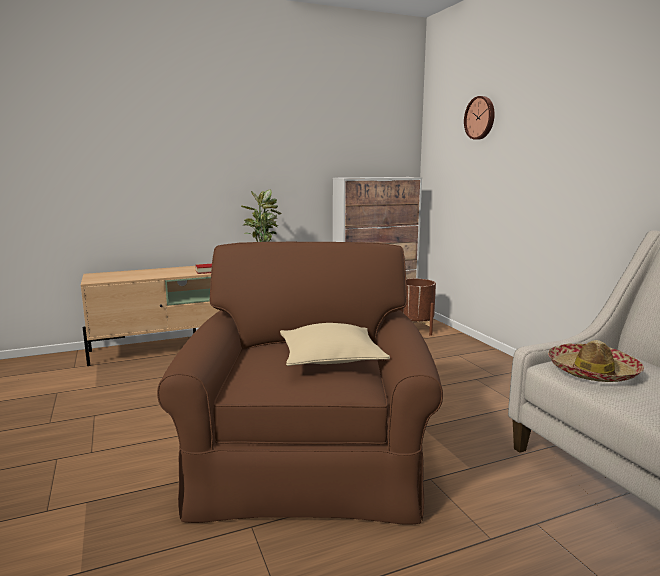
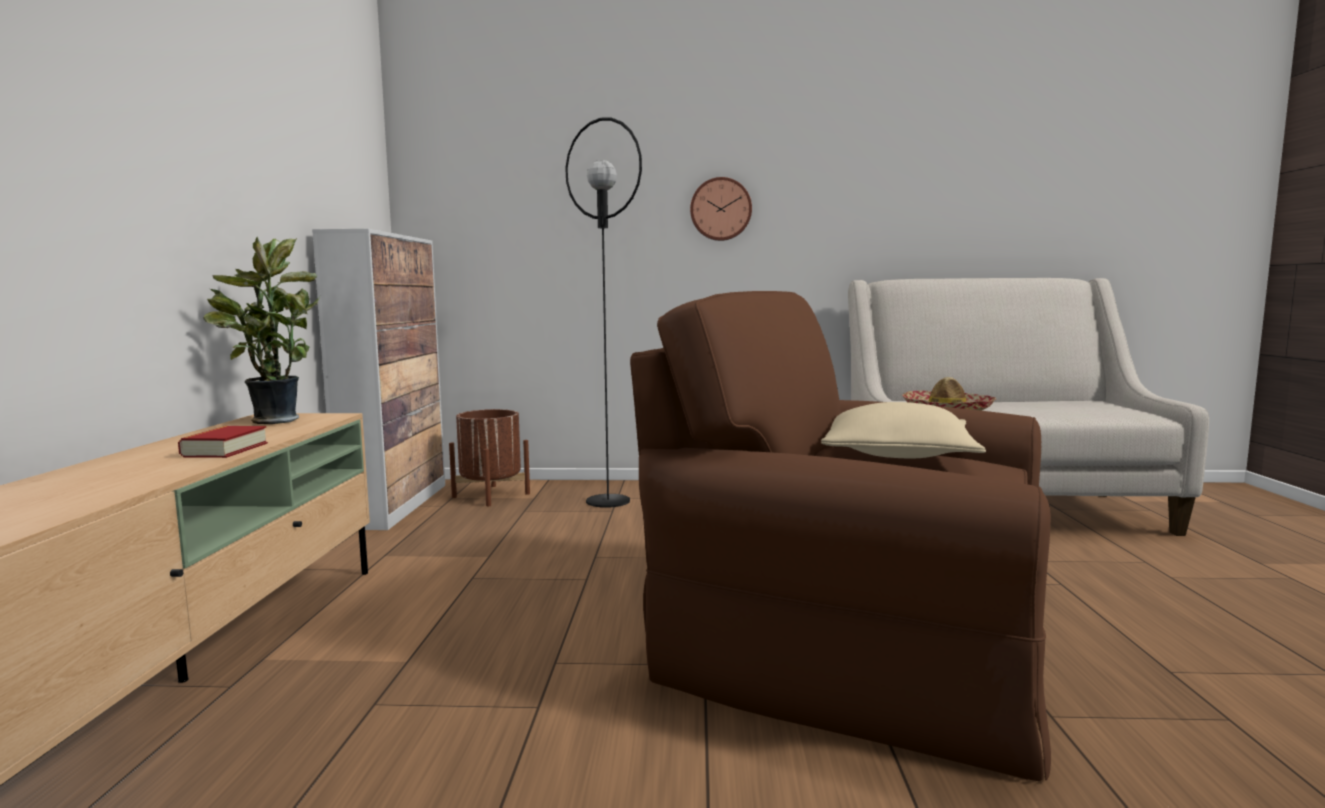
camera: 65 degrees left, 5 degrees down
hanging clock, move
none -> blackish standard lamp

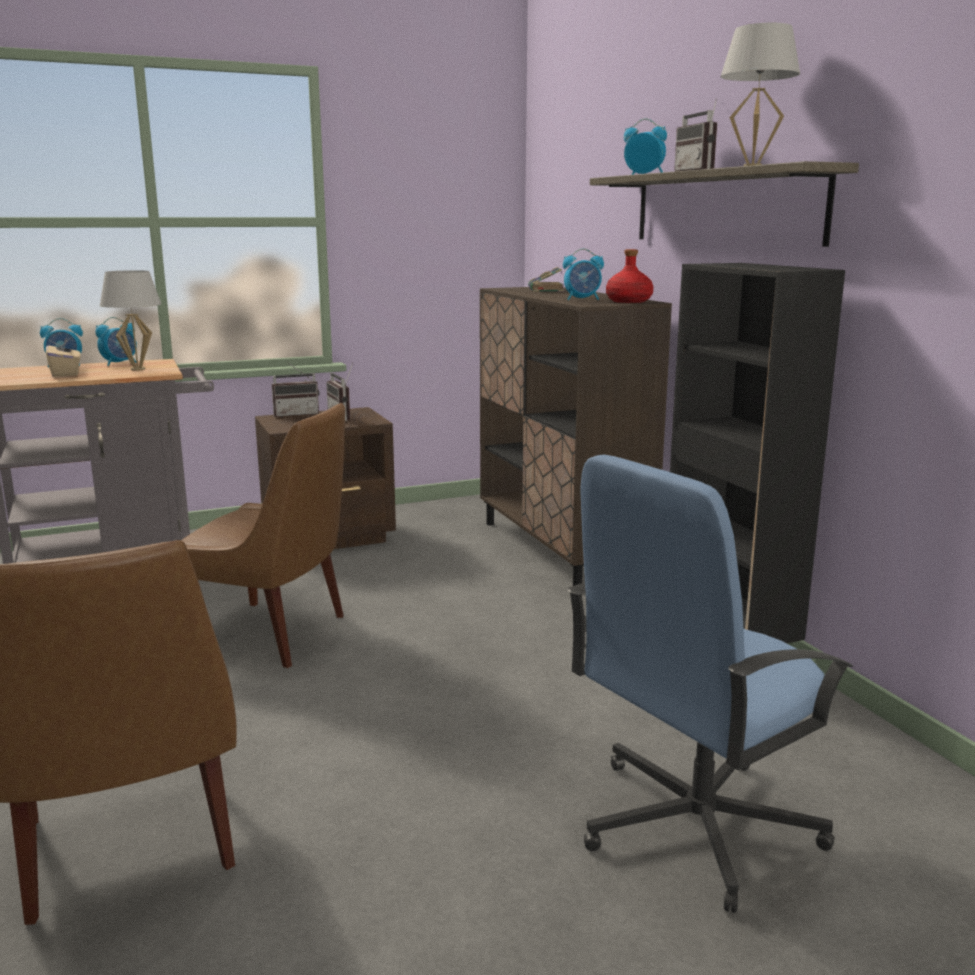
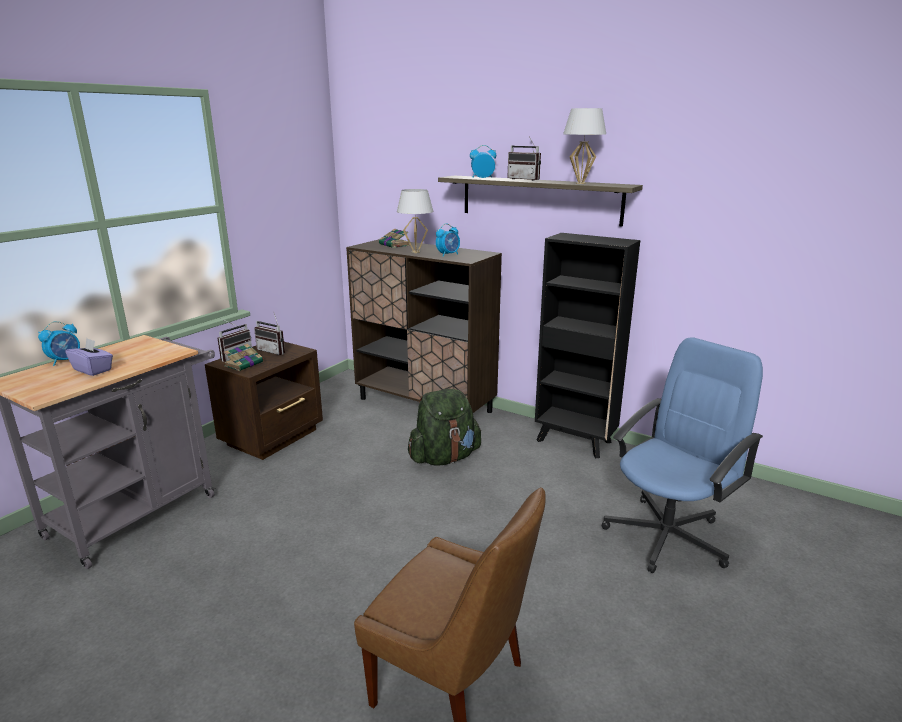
camera: 35 degrees left, 5 degrees up
red-coloured beverage bottle -> none
white-coloured table lamp (1st from left), move
table clock (2nd from left) -> none
beige tissue holder -> purple tissue holder
brownish upright chair (2nd from left) -> none
blue office chair, 150 degrees counterclockwise
none -> book (1st from left)
none -> green backpack

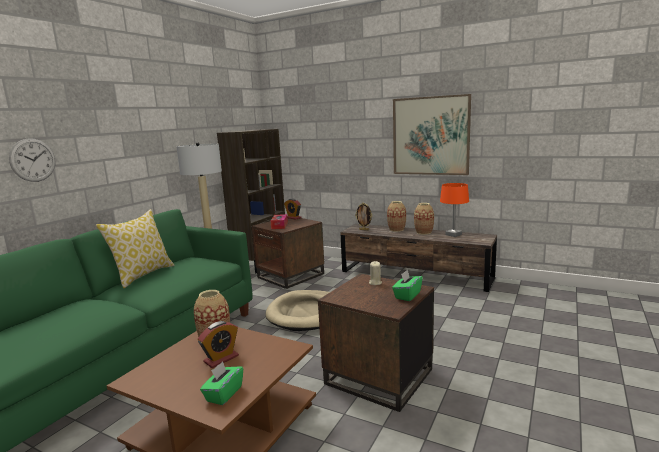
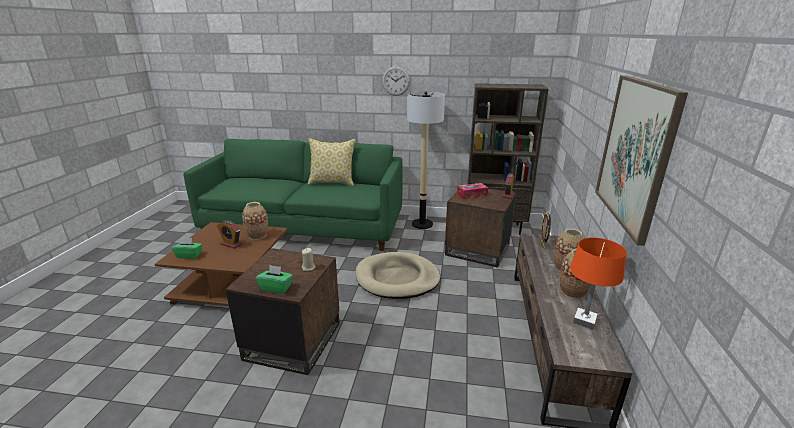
camera: 70 degrees right, 10 degrees up
hanging clock, move

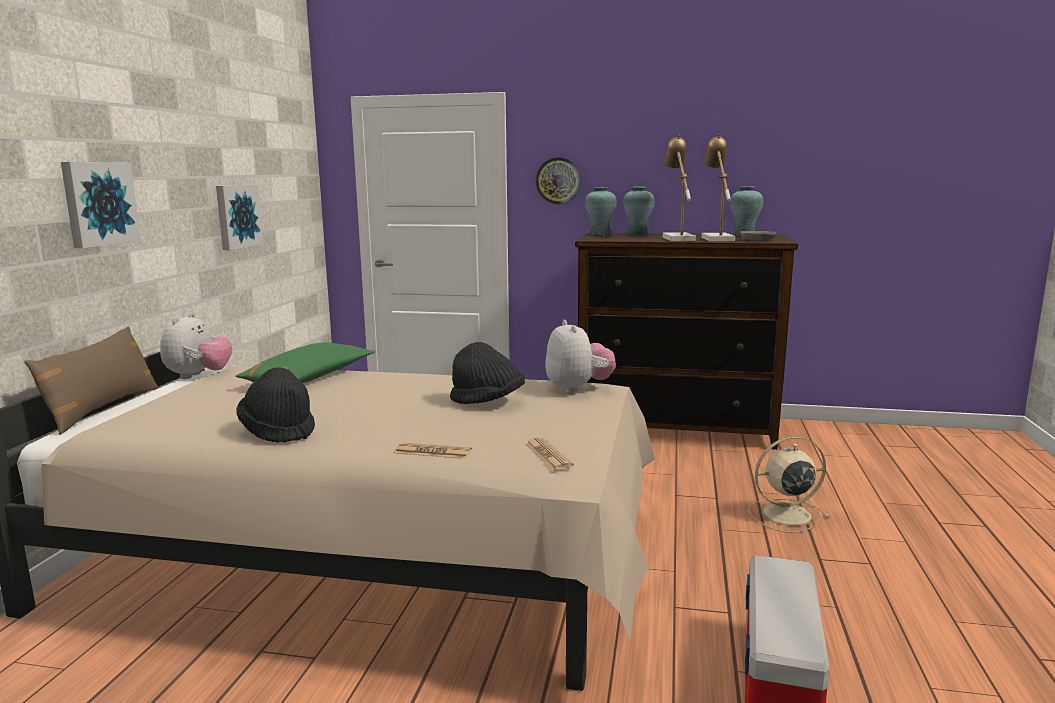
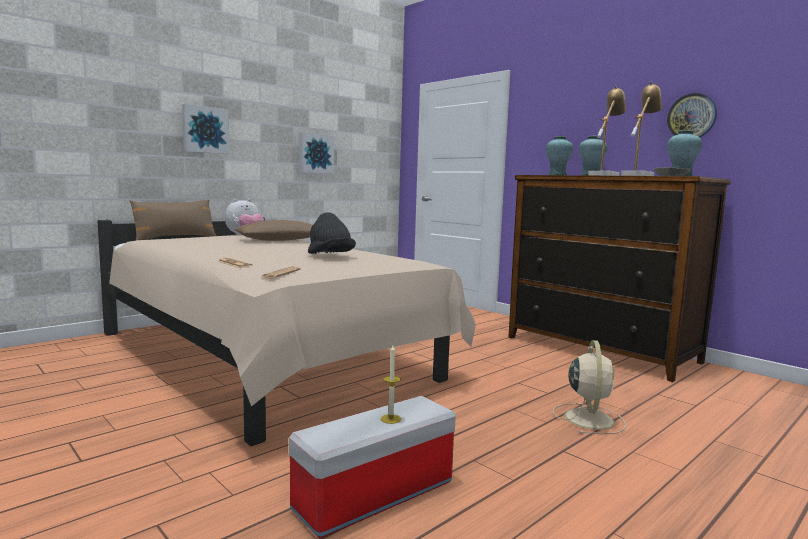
camera: 35 degrees right, 5 degrees down
hanging clock, move
plush toy (2nd from left) -> none
green throw pillow -> brownish throw pillow (2nd from left)
blackish hat (1st from left) -> none
beige electric fan, 75 degrees clockwise
none -> wax light

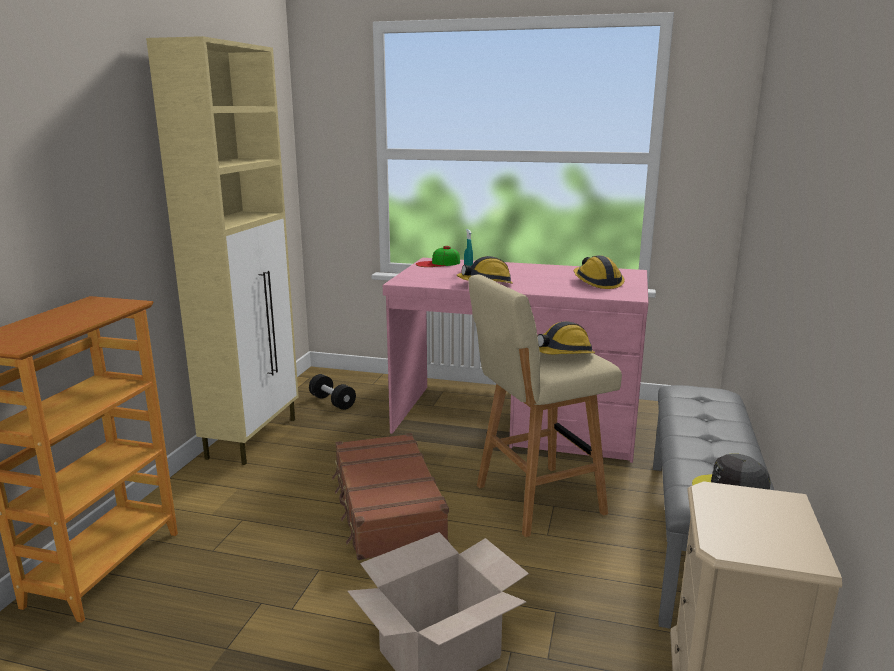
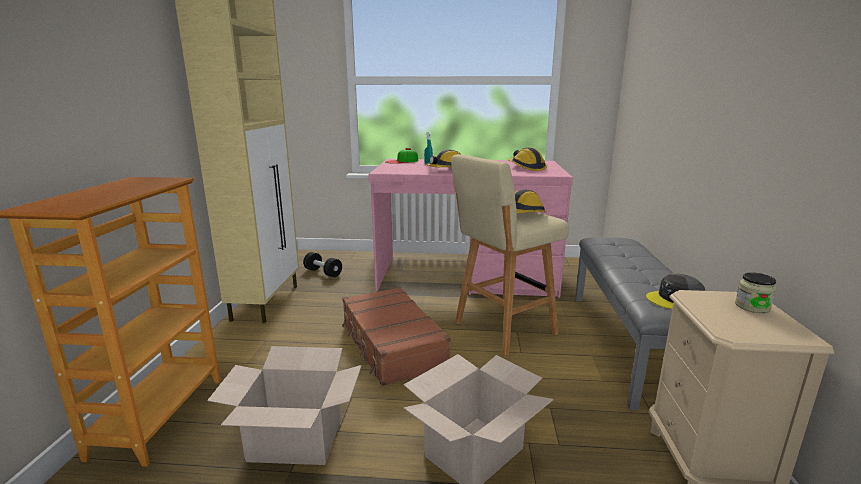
camera: 10 degrees left, 0 degrees up
none -> jar
none -> packing box (1st from left)

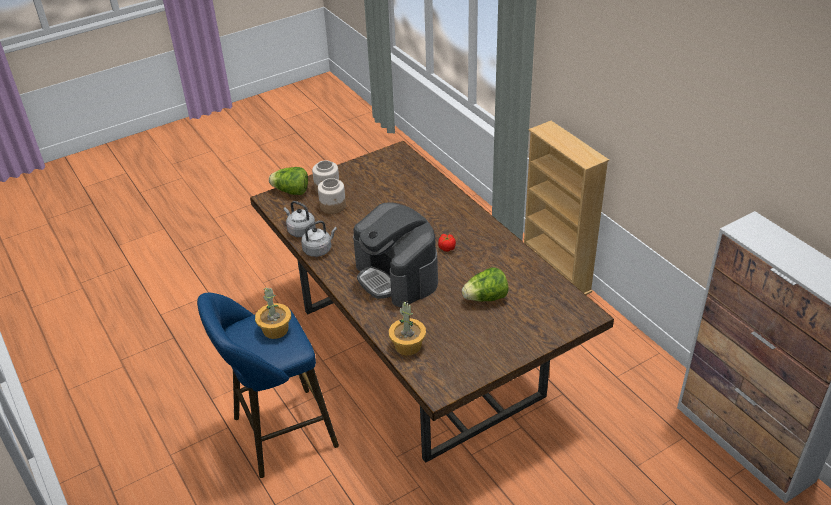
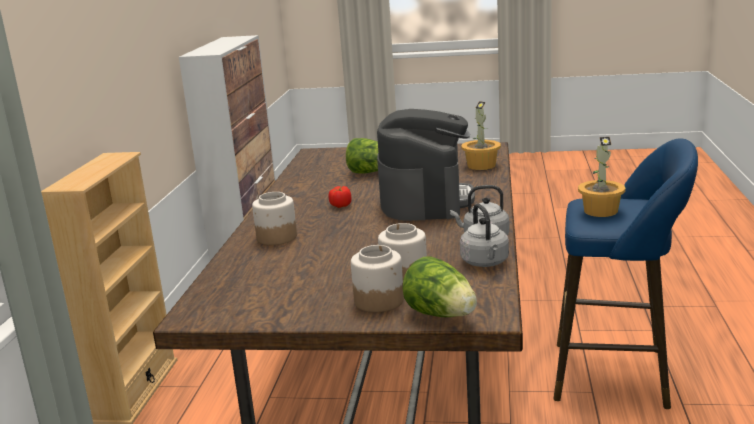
camera: 140 degrees left, 20 degrees down
none -> jar (1st from left)

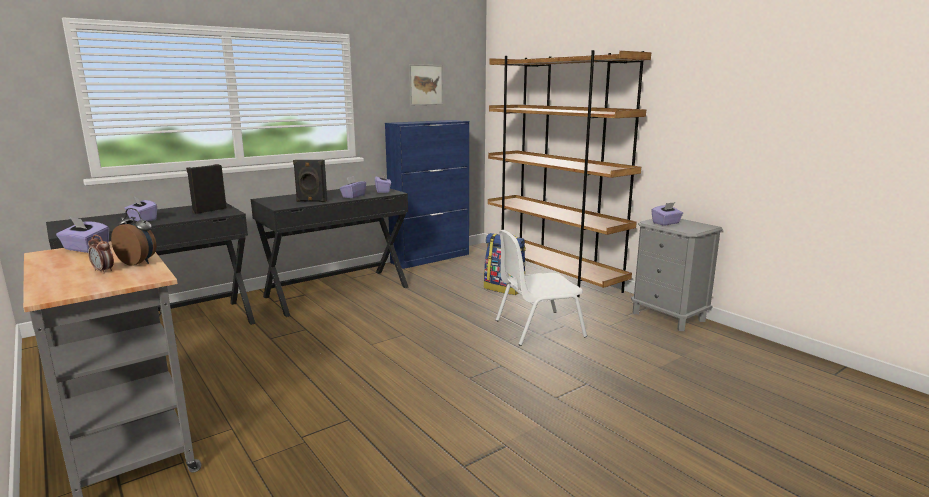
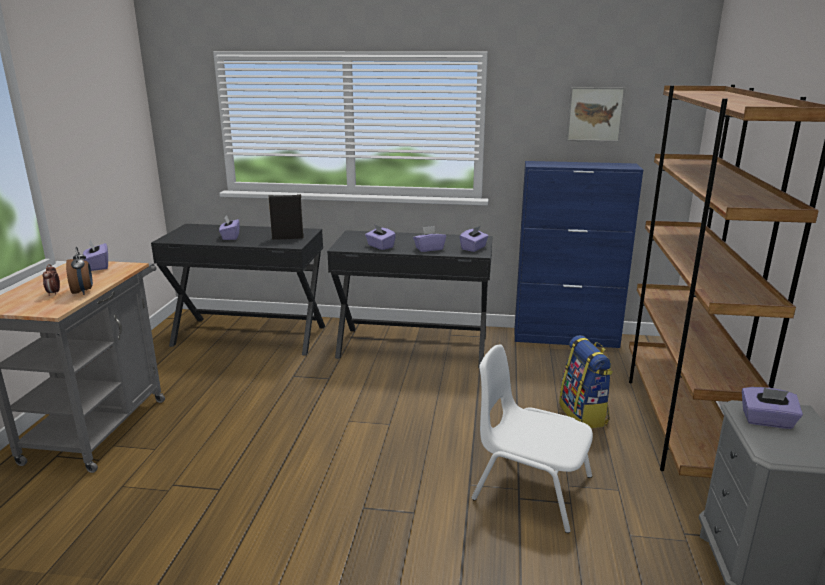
camera: 45 degrees right, 5 degrees up
blackish loudspeaker (2nd from left) -> purple tissue holder (3rd from left)

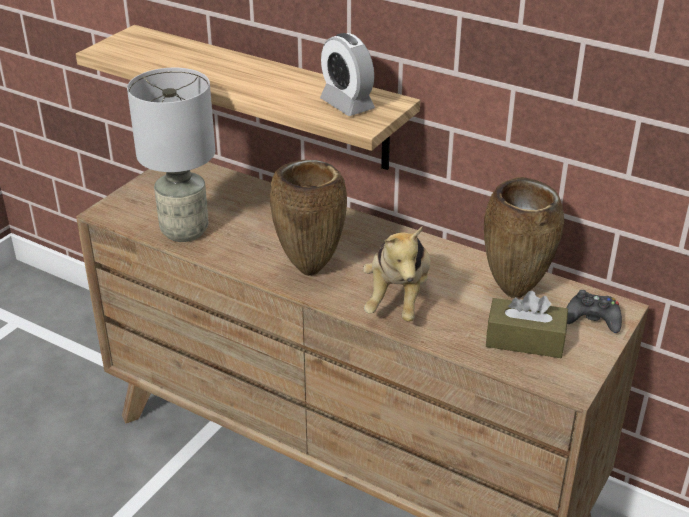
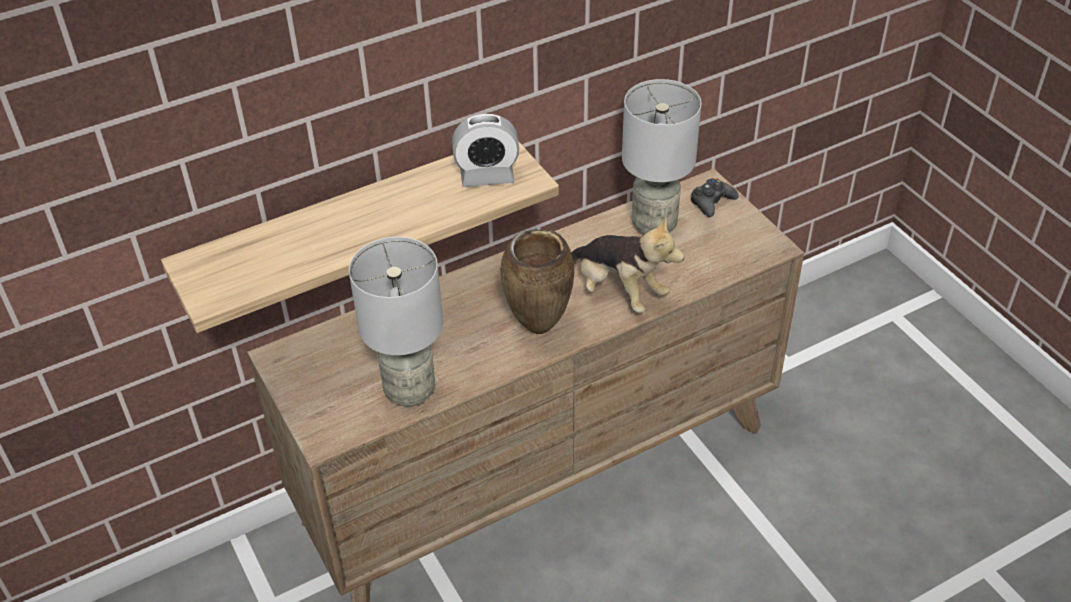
camera: 60 degrees left, 10 degrees up
brownish vase (2nd from left) -> grey table lamp (2nd from left)
brownish tissue holder -> none

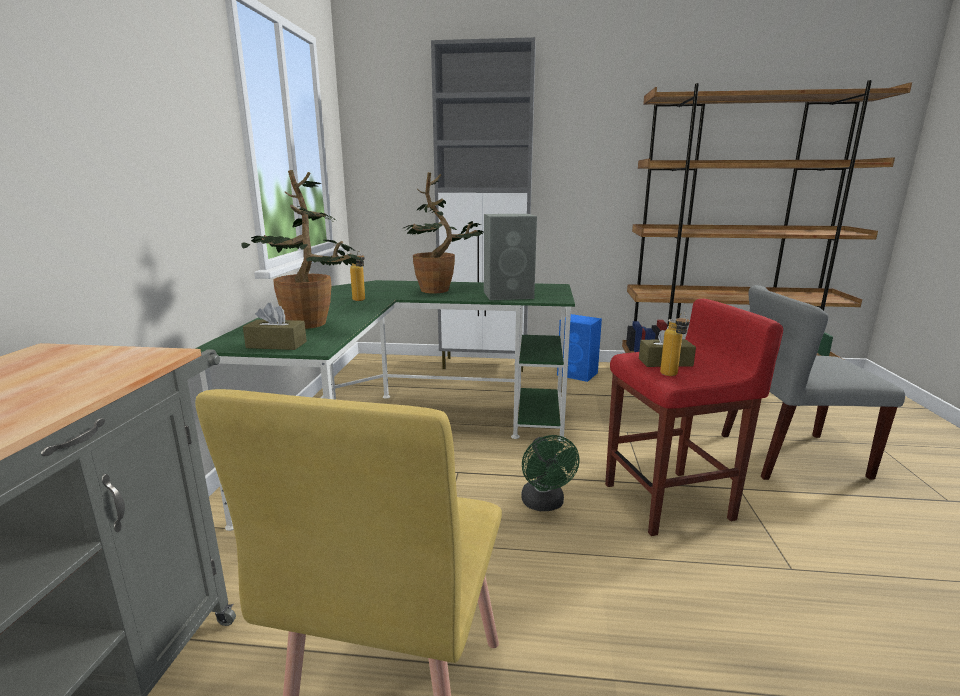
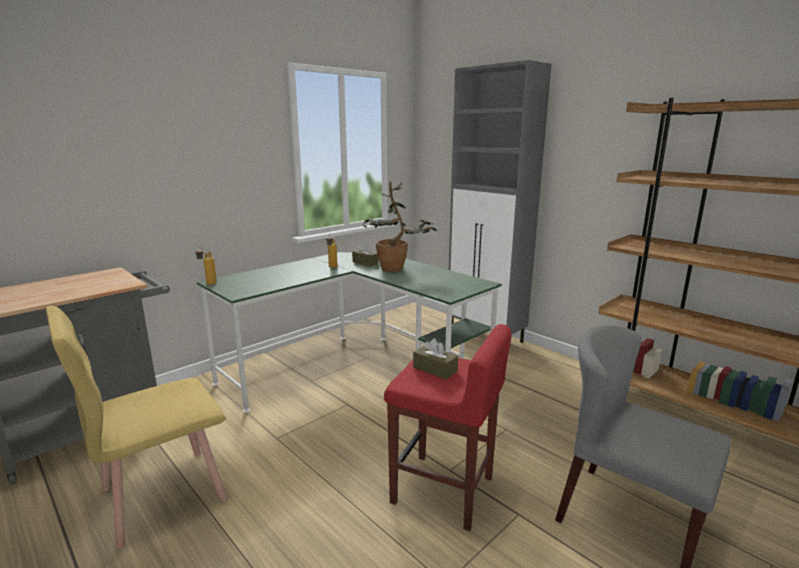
camera: 40 degrees right, 0 degrees up
houseplant (1st from left) -> none
grey loudspeaker -> none
brownish tissue holder (1st from left), move
beverage bottle (2nd from left in the first image) -> beverage bottle (1st from left), move
blue loudspeaker -> none
green electric fan -> none

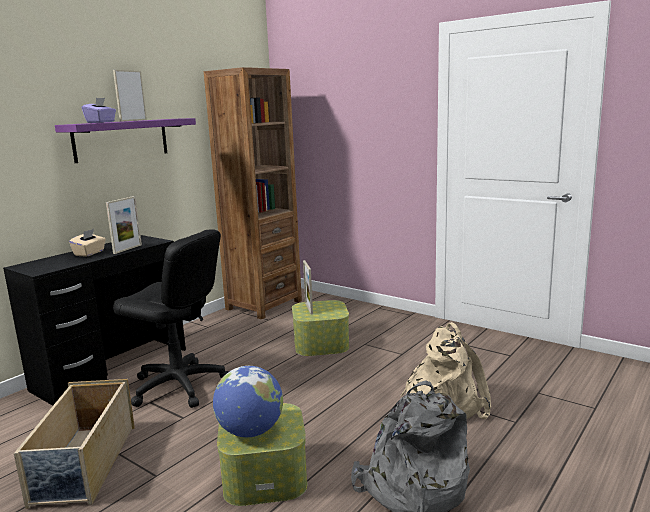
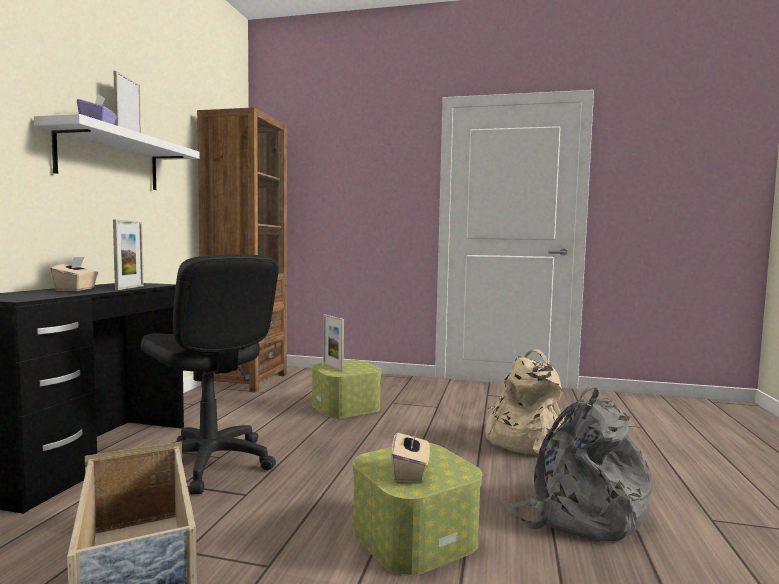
camera: 25 degrees left, 10 degrees down
purple bracket shelf -> white-coloured bracket shelf
blackish office chair, 45 degrees clockwise
globe -> beige tissue holder (2nd from left)

